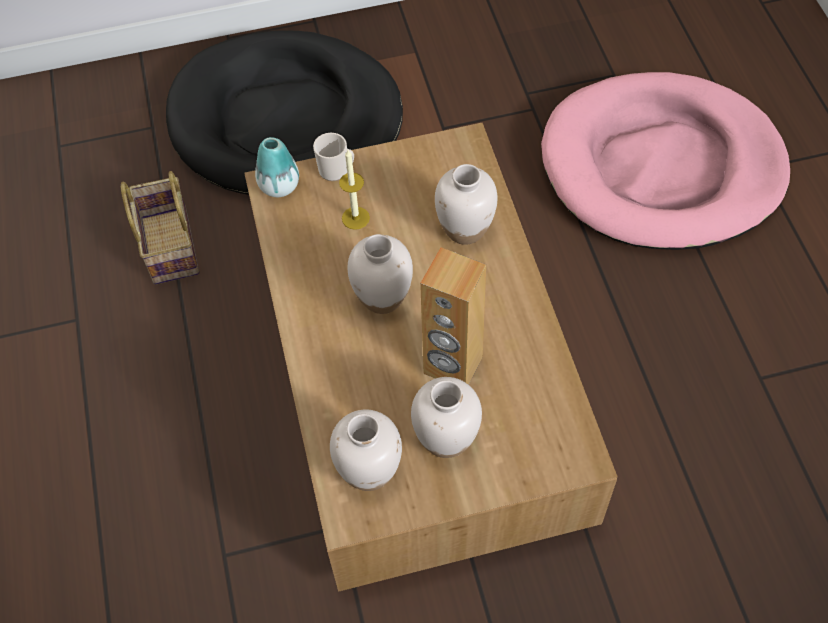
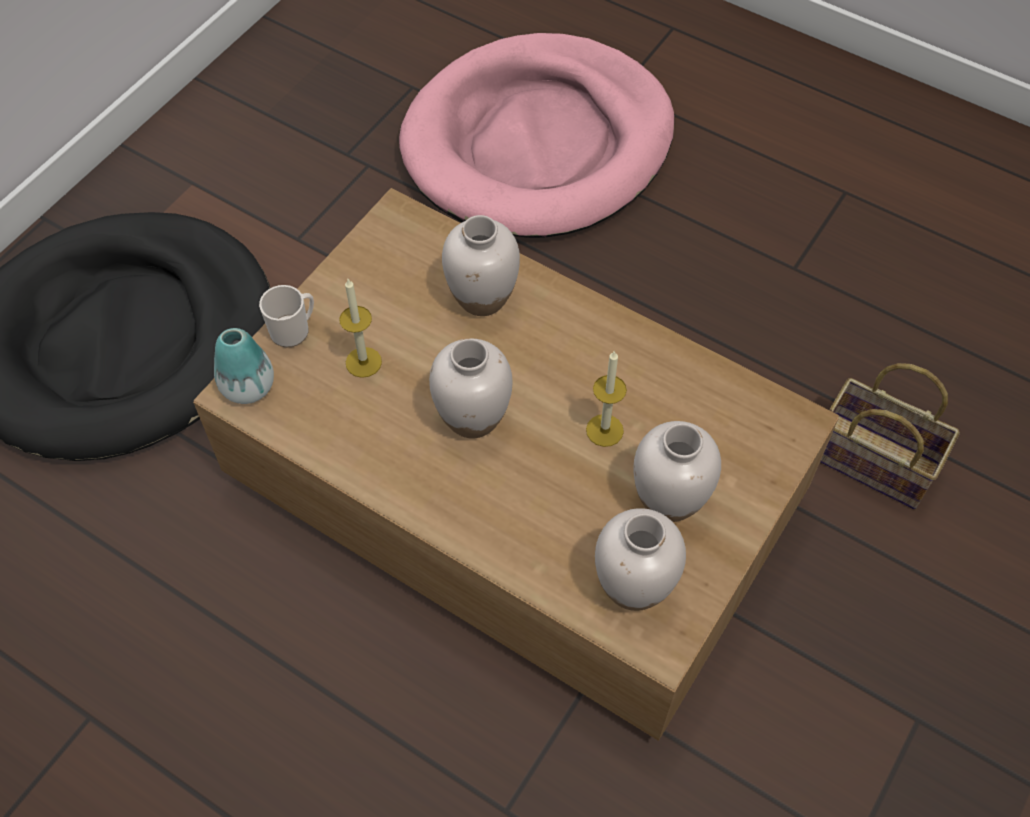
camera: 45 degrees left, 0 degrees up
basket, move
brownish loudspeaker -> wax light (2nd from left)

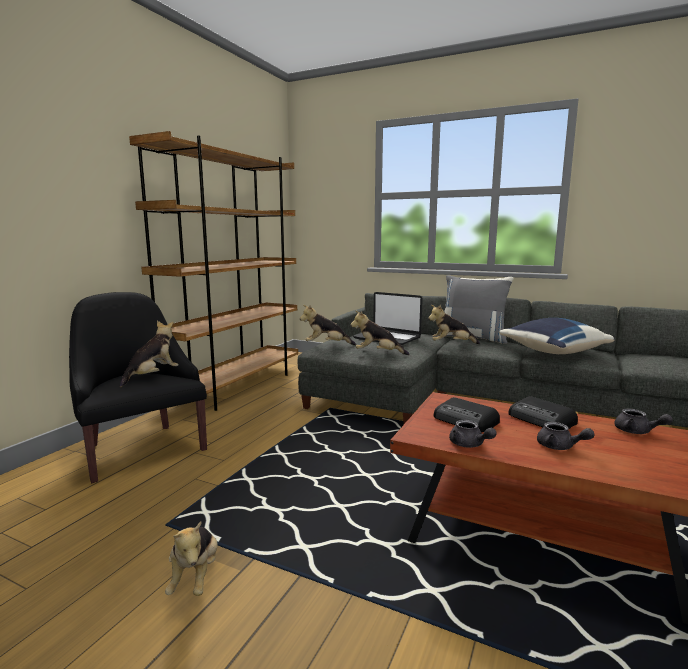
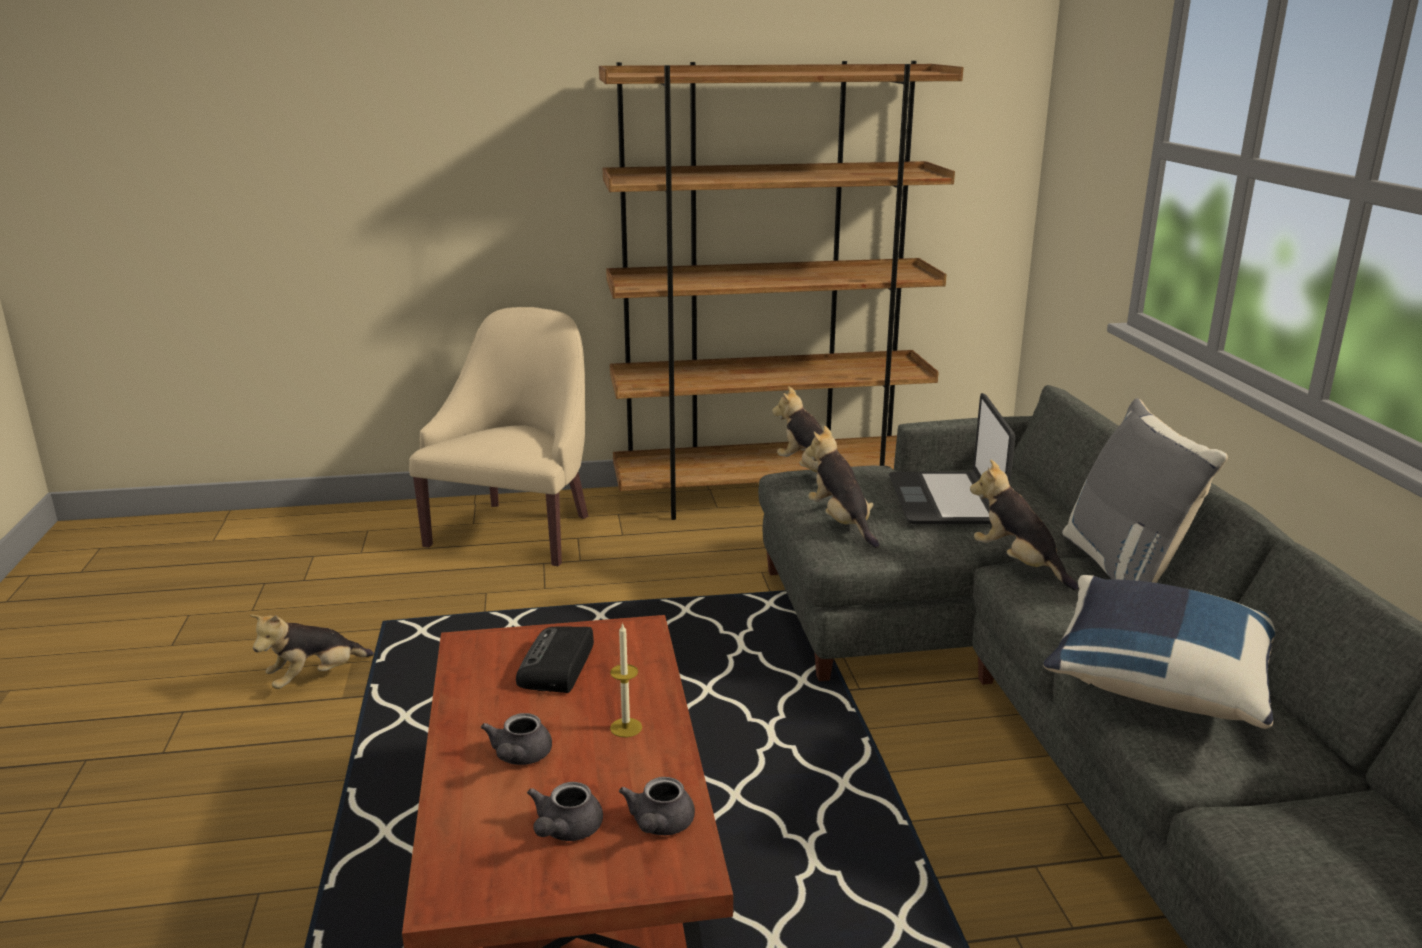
camera: 55 degrees right, 10 degrees up
blackish easy chair -> beige easy chair
plush toy (1st from left) -> none
radio set (2nd from left) -> wax light
grey pot for tea (1st from left in the first image) -> grey pot for tea (2nd from left), move

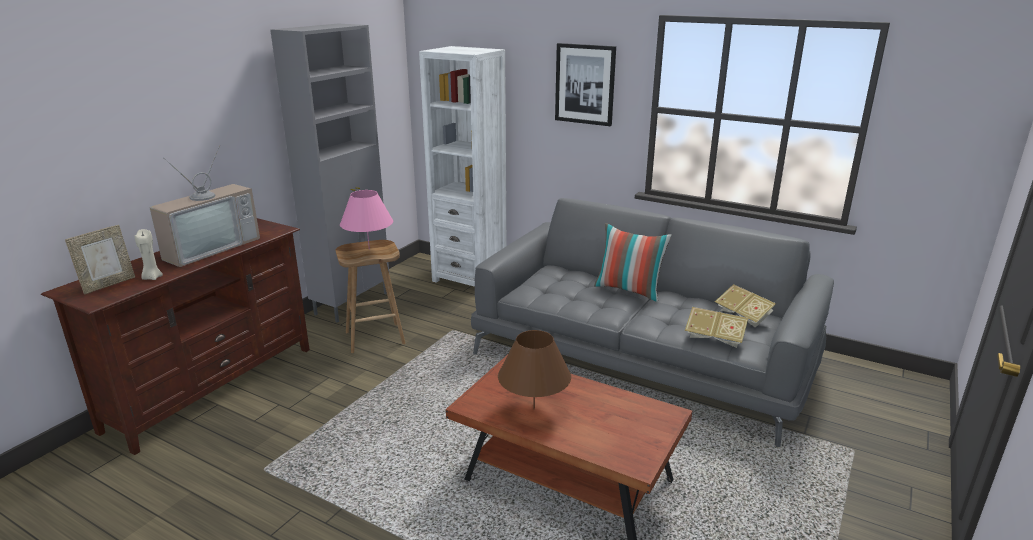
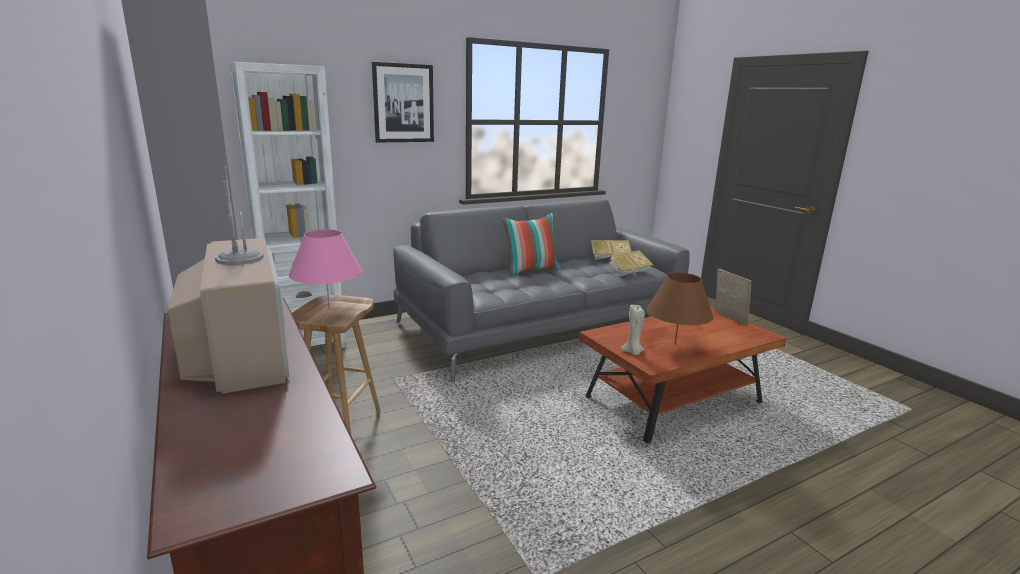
camera: 60 degrees left, 5 degrees down
standing frame, move
beige wax light, move

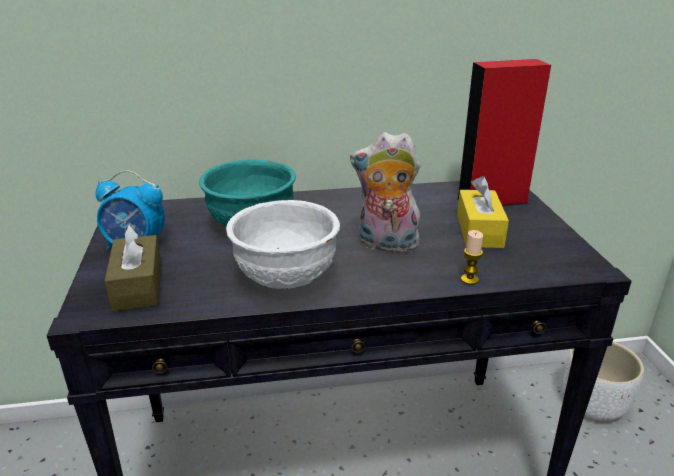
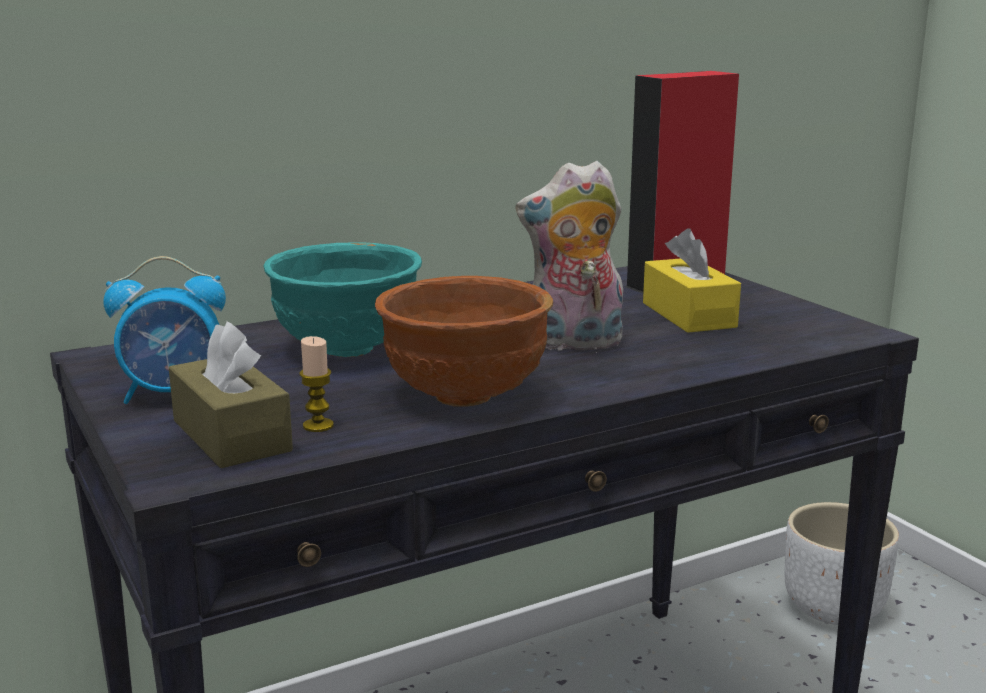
camera: 20 degrees left, 10 degrees down
white-coloured deep dish -> brownish deep dish
wax light, move

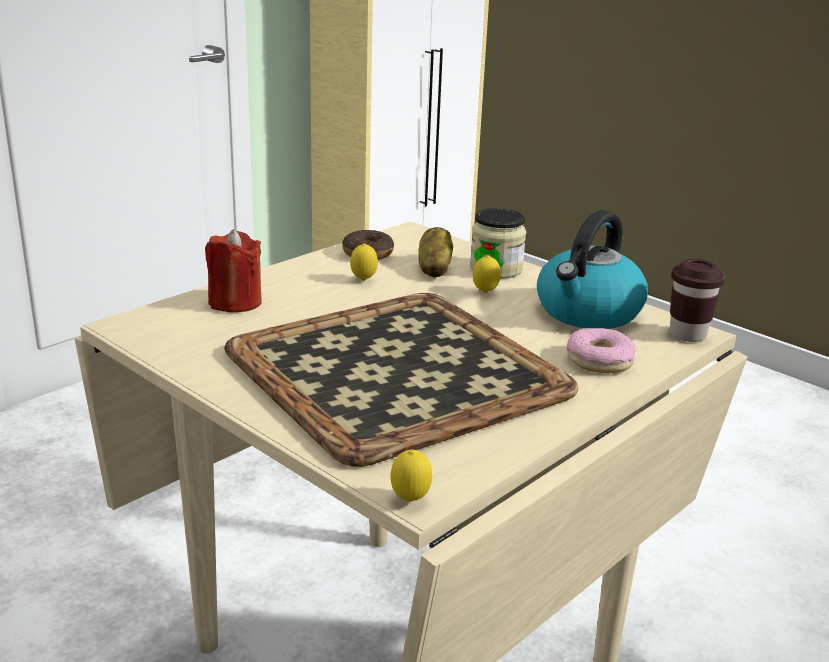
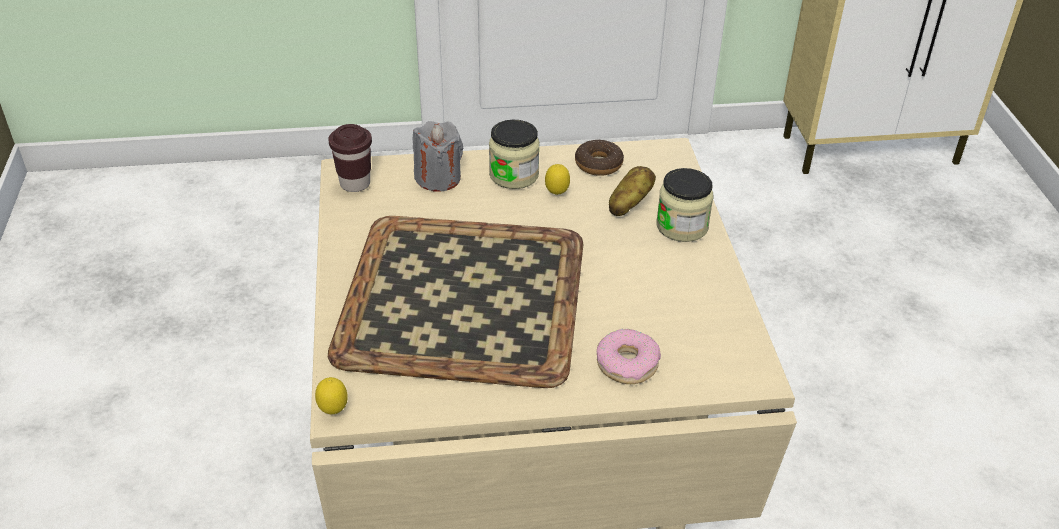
camera: 40 degrees right, 15 degrees up
water kettle -> none
red-coloured wax light -> grey wax light
citrus fruit (3rd from left) -> none
brownish drinking cup, move
none -> jar (1st from left)

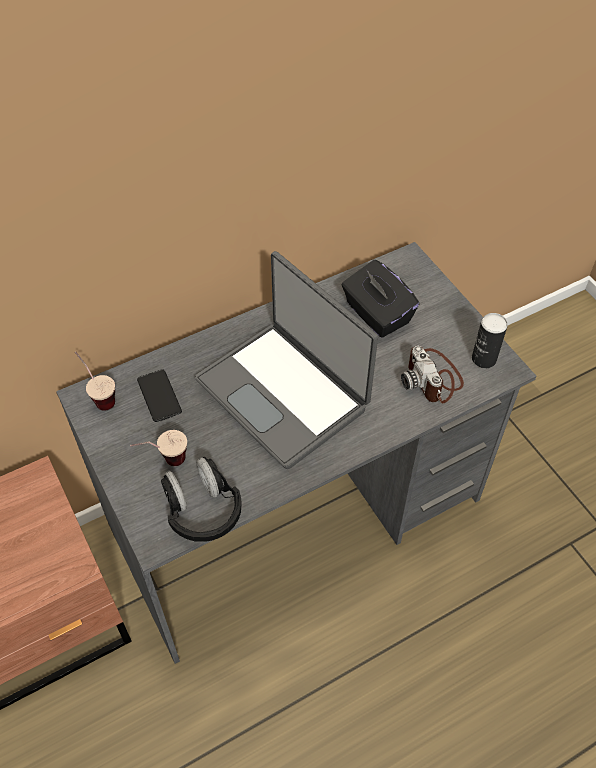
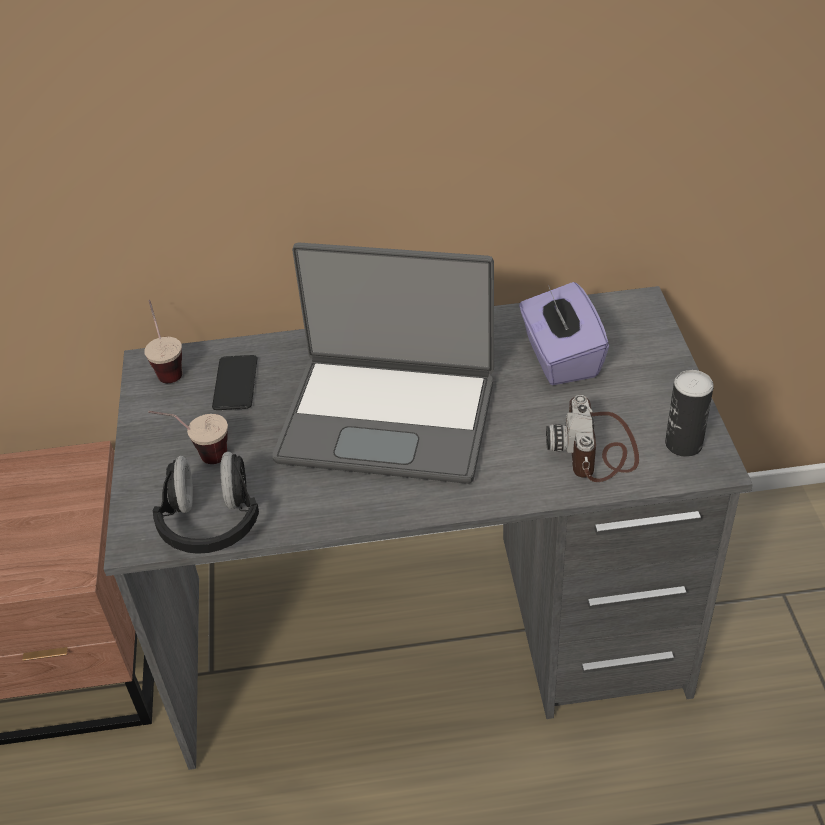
camera: 25 degrees right, 10 degrees down
notebook computer, 60 degrees counterclockwise
blackish tissue holder -> purple tissue holder

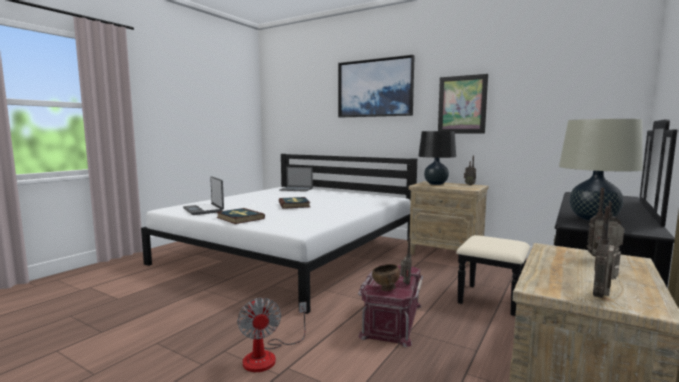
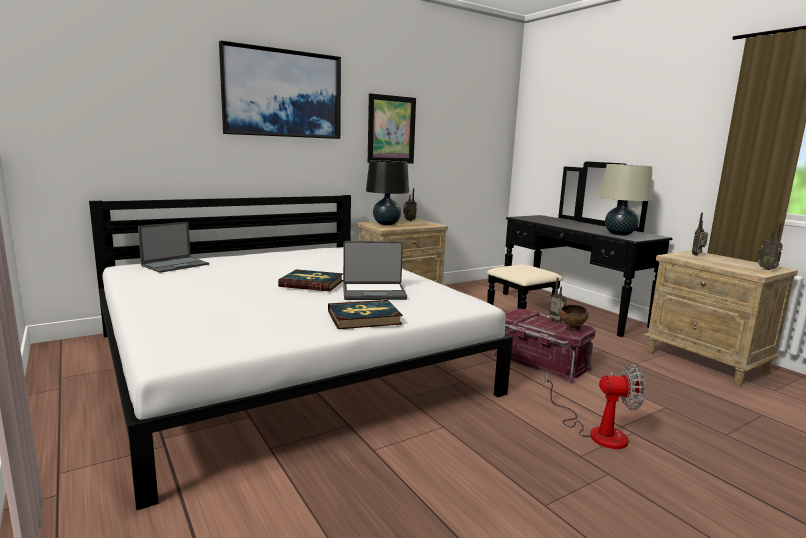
camera: 65 degrees left, 5 degrees up
notebook computer (1st from left in the first image) -> notebook computer (2nd from left), move

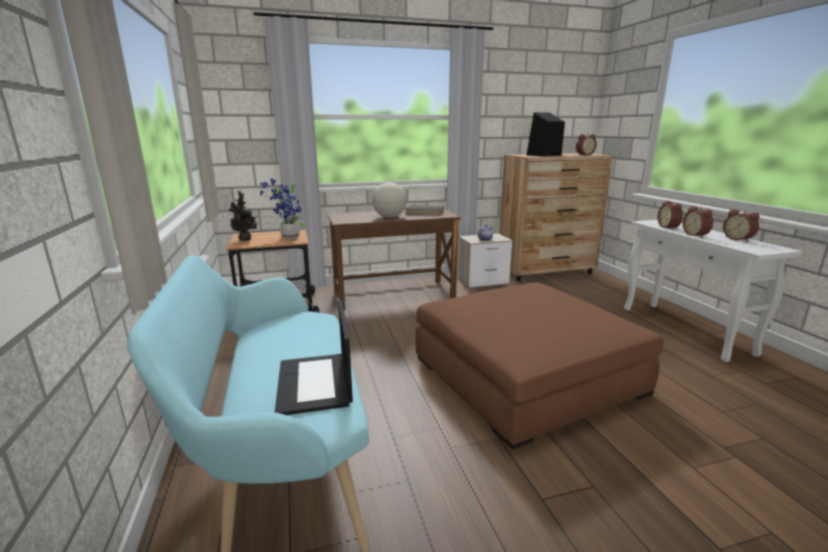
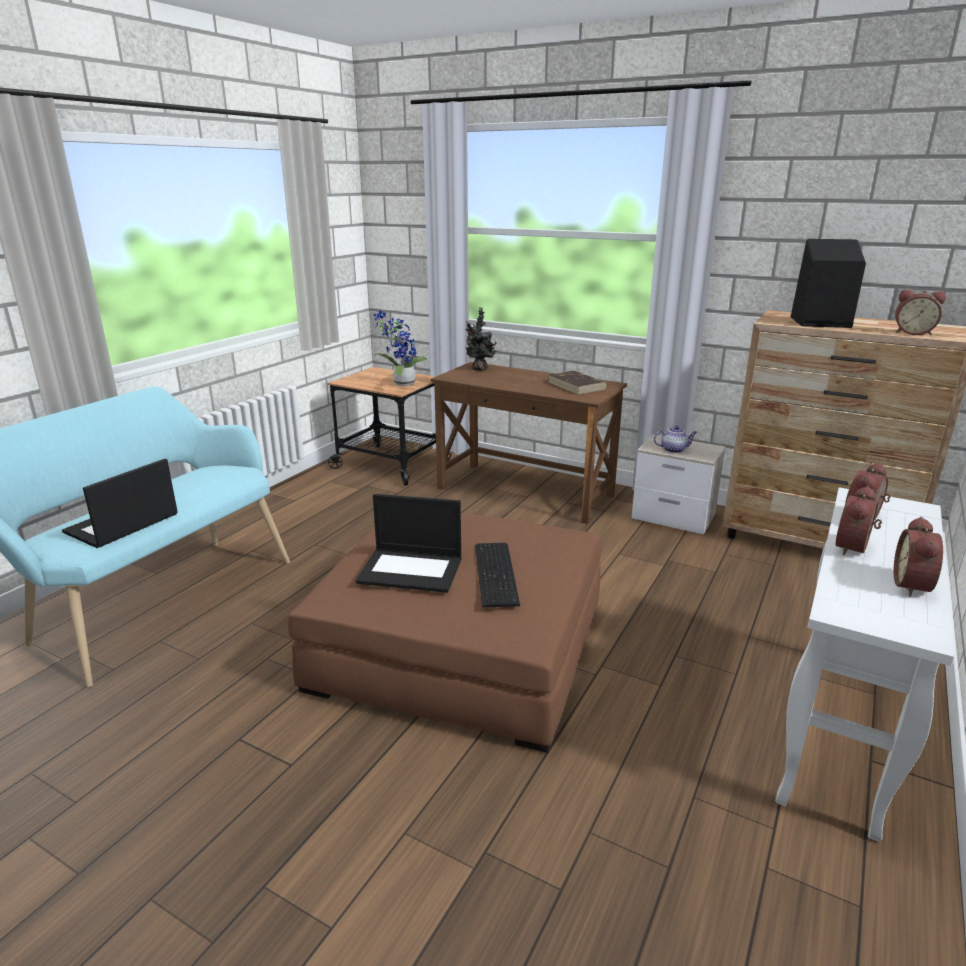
camera: 45 degrees right, 5 degrees up
globe -> none
houseplant (1st from left in the first image) -> houseplant (2nd from left), move
none -> notebook computer (2nd from left)
none -> keyboard

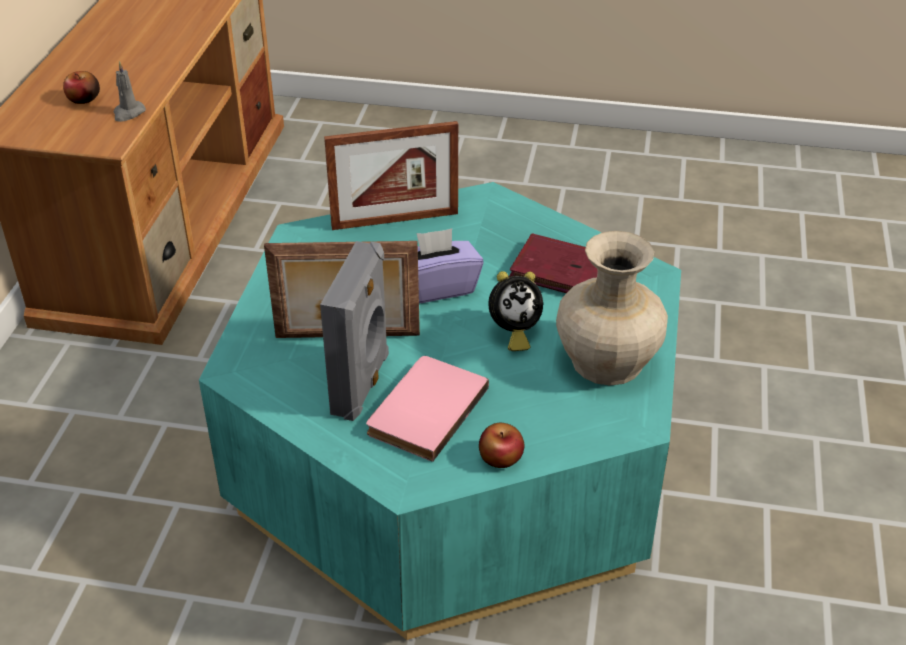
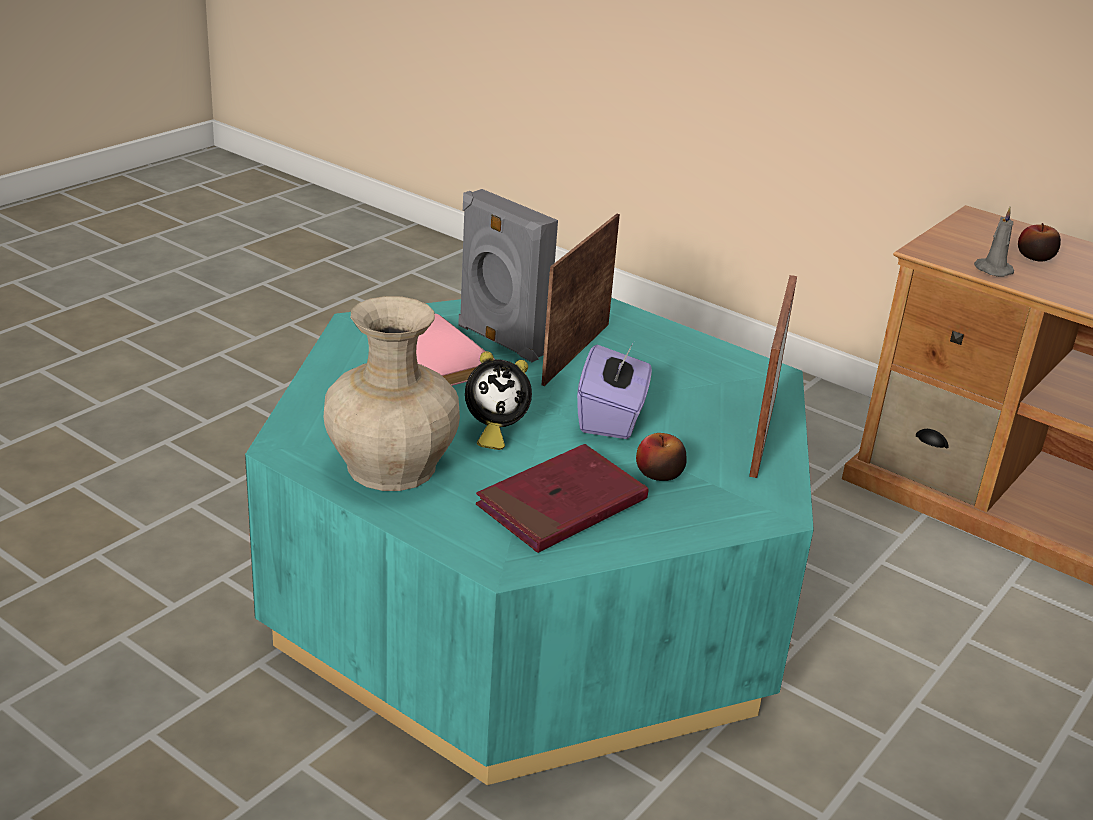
camera: 115 degrees right, 10 degrees down
table clock, 105 degrees counterclockwise
apple (2nd from left in the first image) -> apple (1st from left), move

